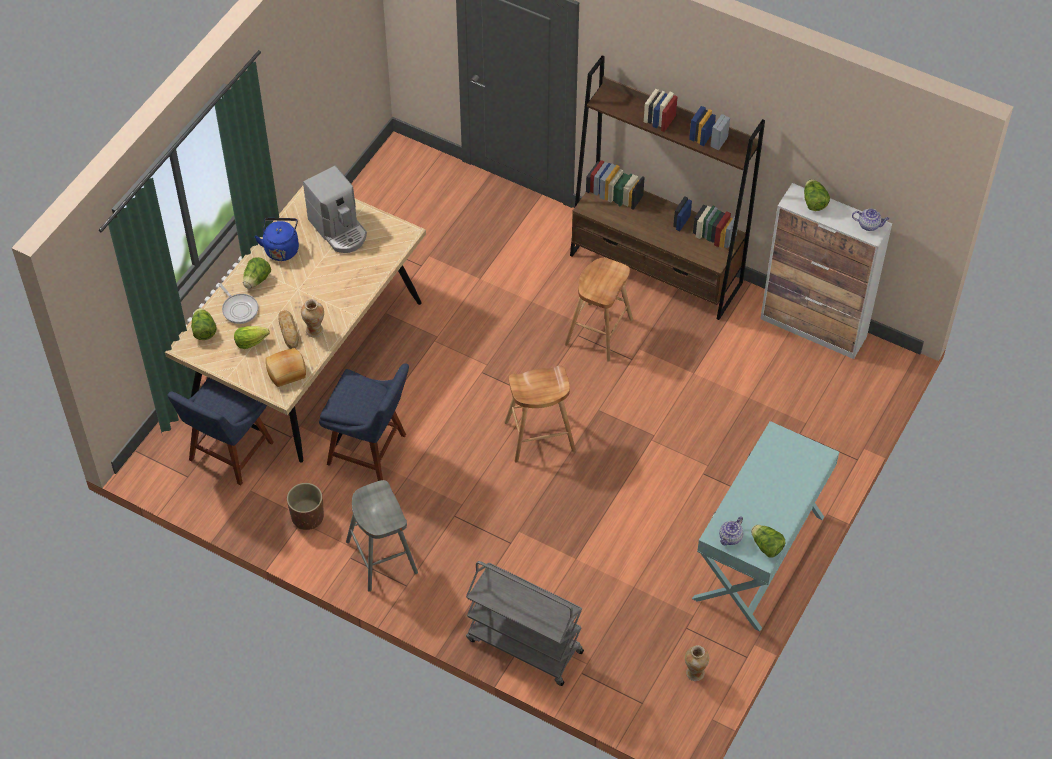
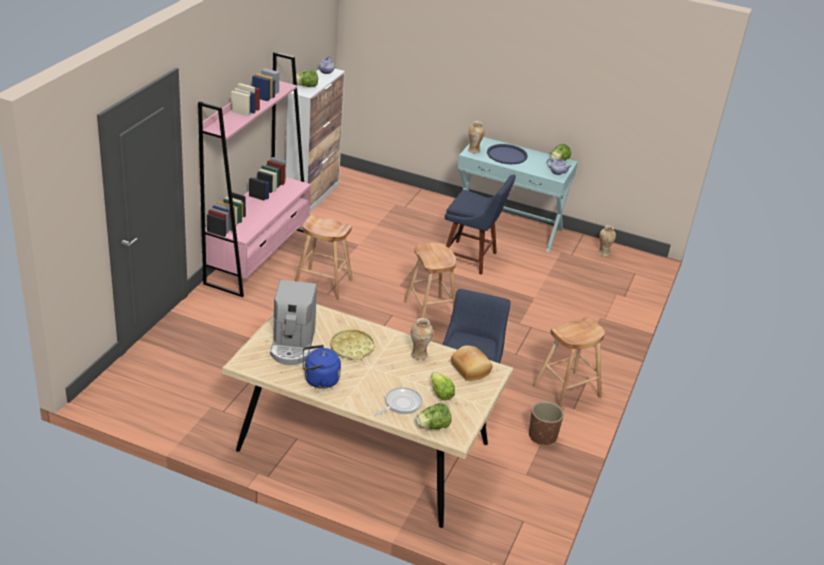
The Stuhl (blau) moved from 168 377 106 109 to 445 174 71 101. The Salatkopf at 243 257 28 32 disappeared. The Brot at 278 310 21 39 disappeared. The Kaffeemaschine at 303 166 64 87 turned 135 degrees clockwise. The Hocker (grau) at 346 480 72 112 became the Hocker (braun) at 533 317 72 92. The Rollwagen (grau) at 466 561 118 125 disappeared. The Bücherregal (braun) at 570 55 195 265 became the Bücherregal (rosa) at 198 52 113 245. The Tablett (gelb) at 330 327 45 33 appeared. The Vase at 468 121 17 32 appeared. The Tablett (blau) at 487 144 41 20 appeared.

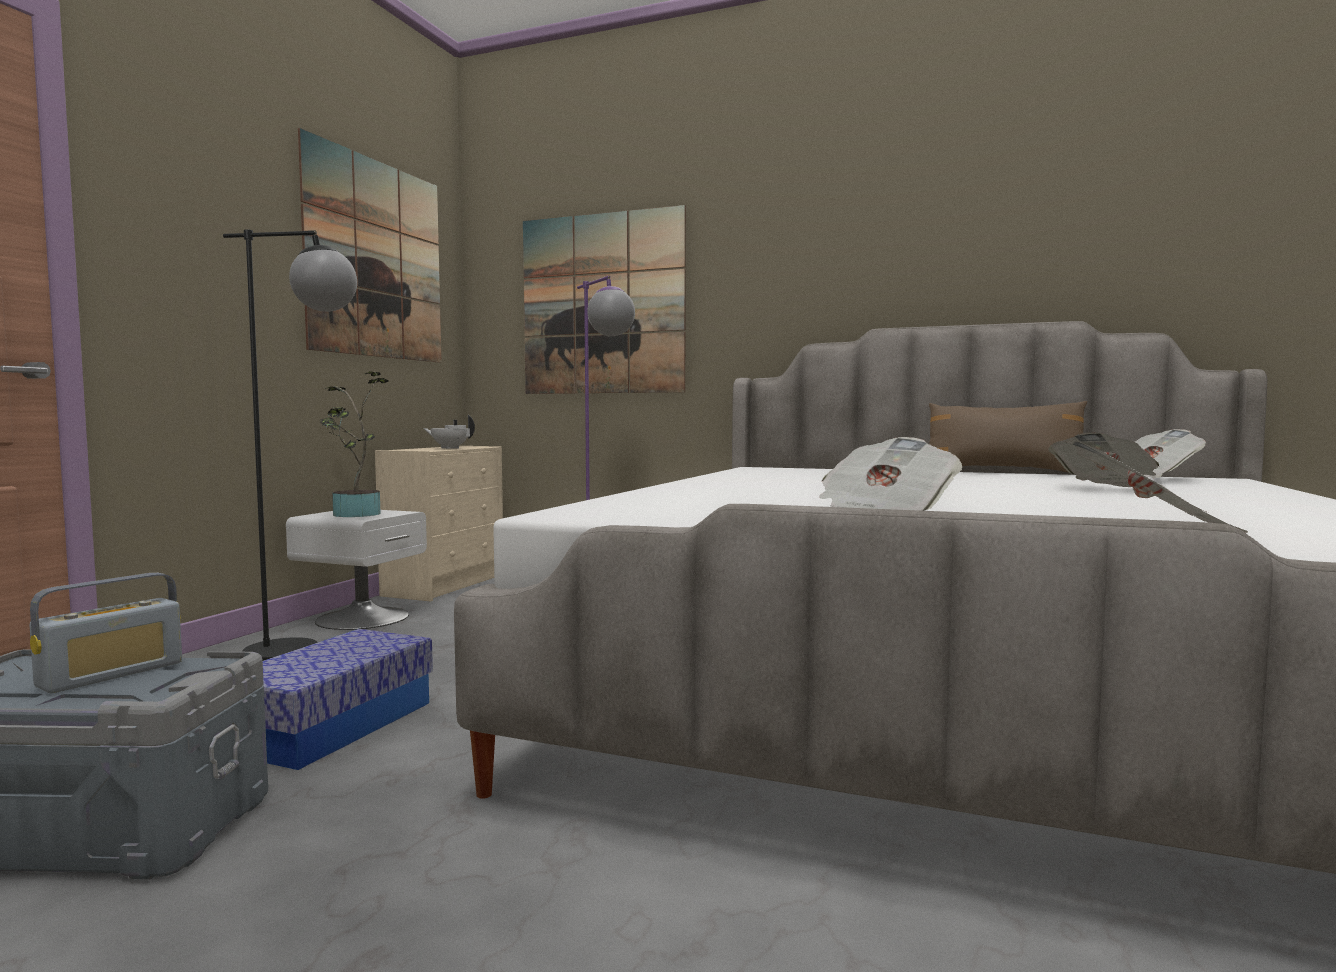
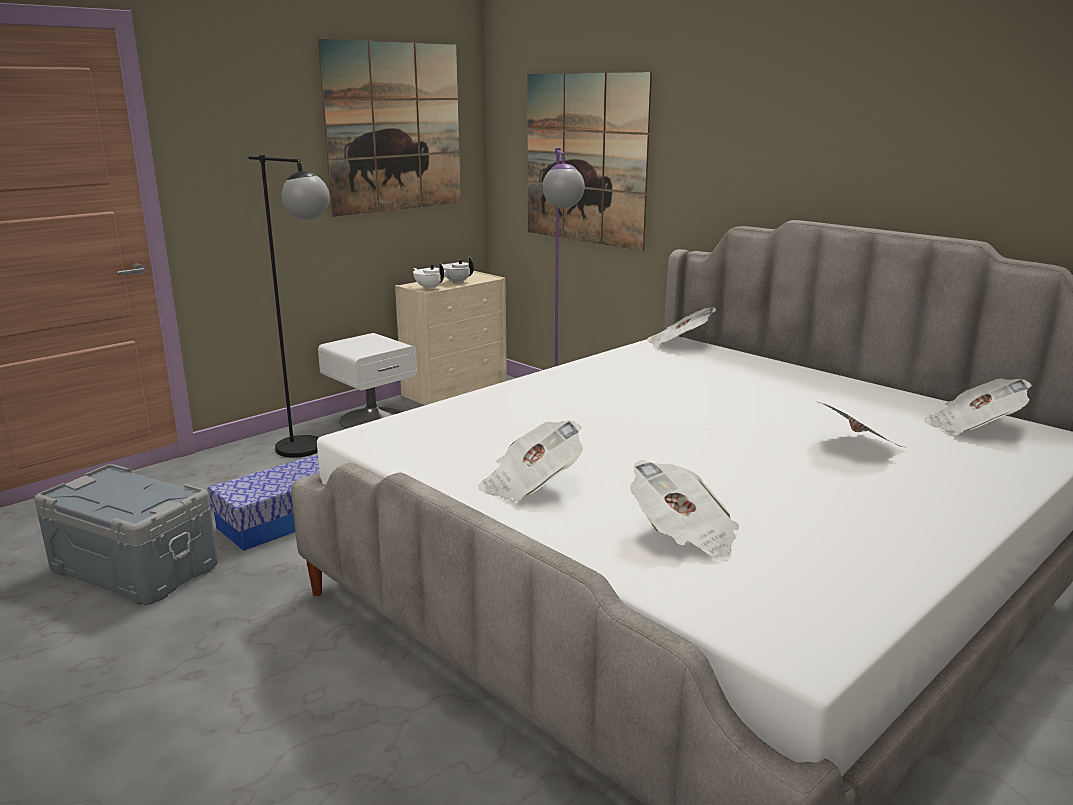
The Radio at 29 573 153 120 disappeared. The Topfpflanze at 320 371 68 146 disappeared. The Kissen (braun) at 929 401 158 72 disappeared. The Teekanne (weiß) at 413 262 32 27 appeared. The Zeitung at 647 307 69 39 appeared.

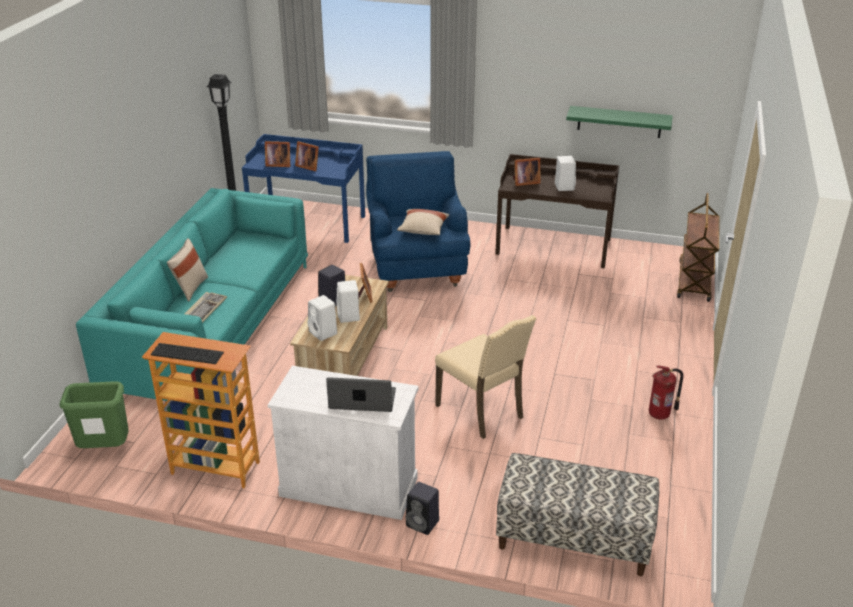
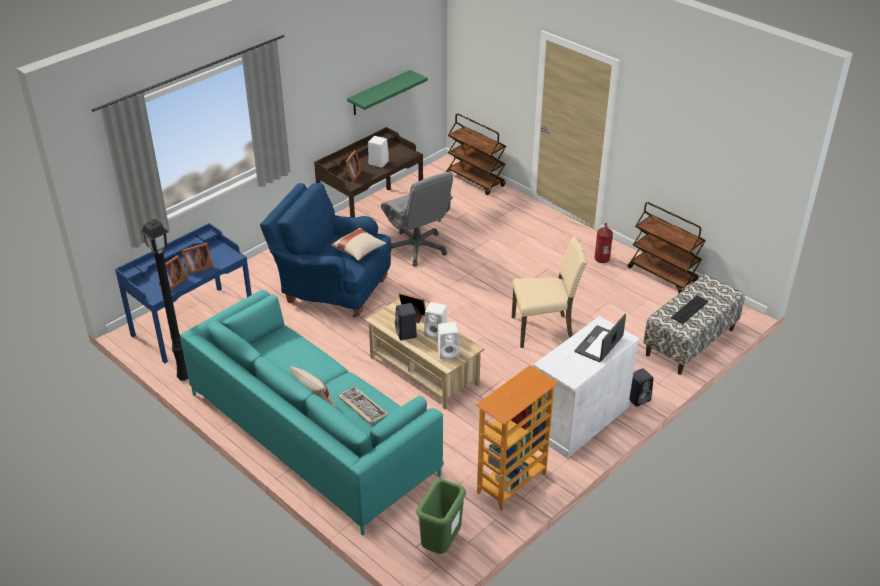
The Tastatur moved from 151 343 73 21 to 671 295 38 29. The Bürostuhl (grau) at 381 172 72 94 appeared. The Rollwagen (braun) at 628 202 77 91 appeared.

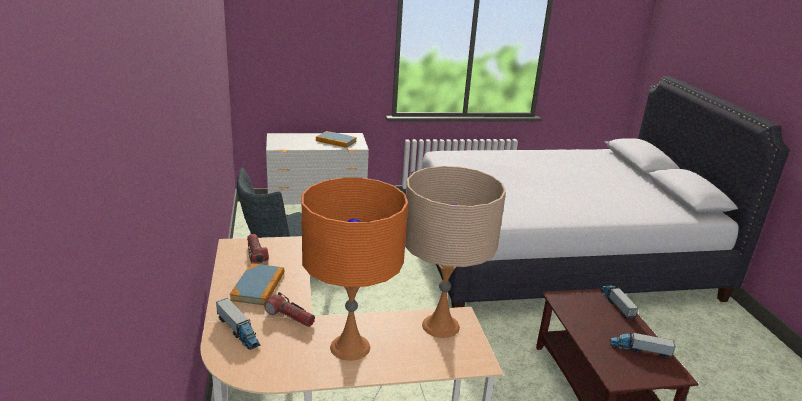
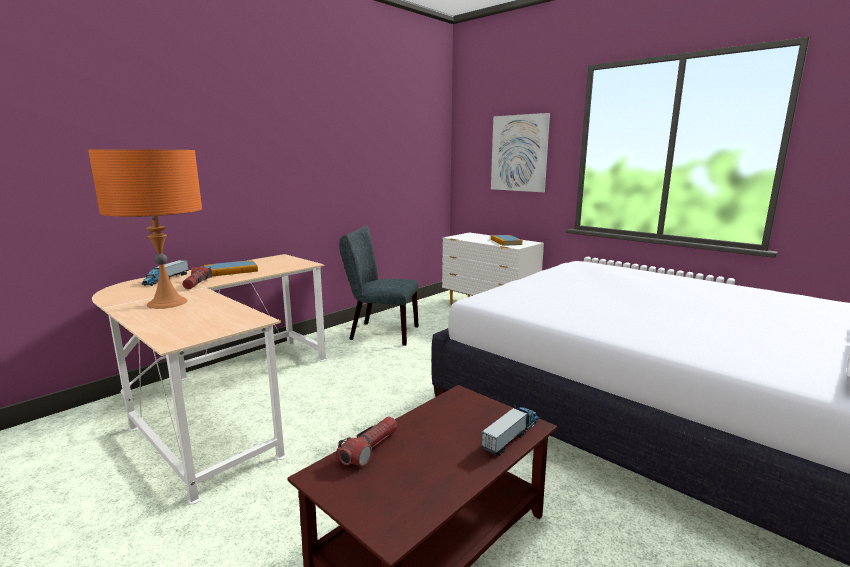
The Taschenlampe moved from 247 234 22 29 to 337 416 60 51. The Tischlampe (beige) at 405 166 101 172 disappeared. The Spielzeuglaster at 610 331 66 28 disappeared. The Bild at 491 113 59 79 appeared.

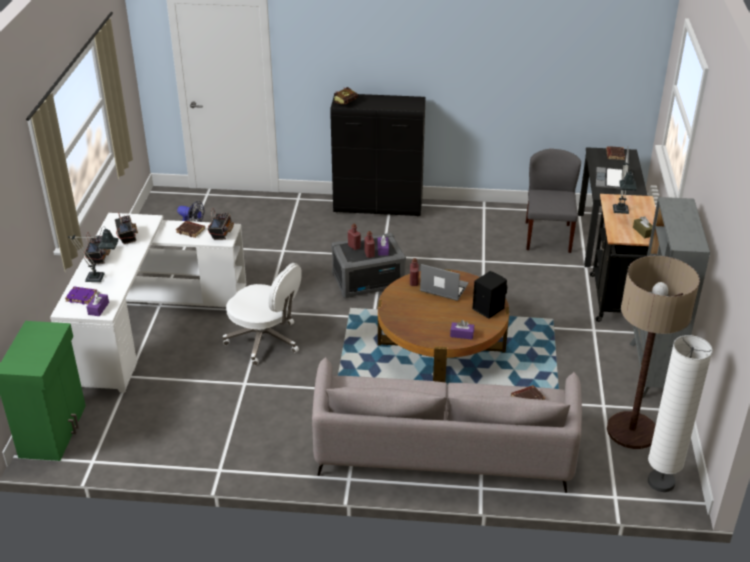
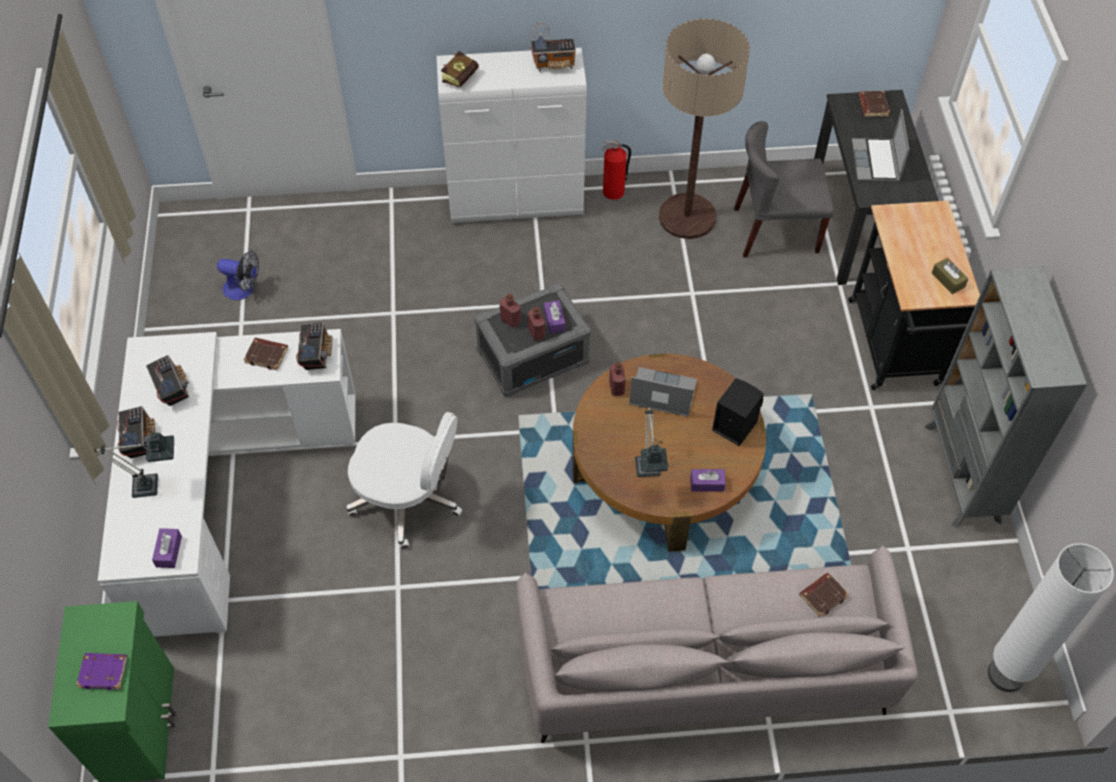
The Buch (lila) moved from 65 287 32 17 to 76 653 51 37. The Schrank (schwarz) at 330 94 96 122 became the Schrank (weiß) at 437 48 150 175. The Stuhl (grau) at 526 149 55 104 turned 90 degrees counterclockwise. The Stehlampe moved from 607 256 93 193 to 659 19 91 220. The Tischlampe moved from 613 161 24 53 to 635 406 33 71. The Radio at 531 22 45 49 appeared. The Feuerlöscher at 602 140 29 60 appeared.

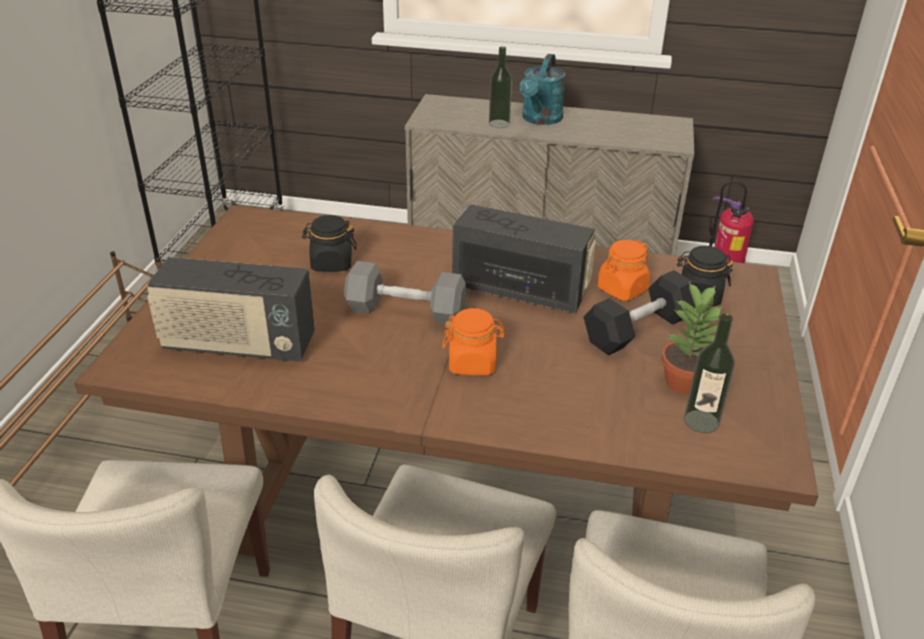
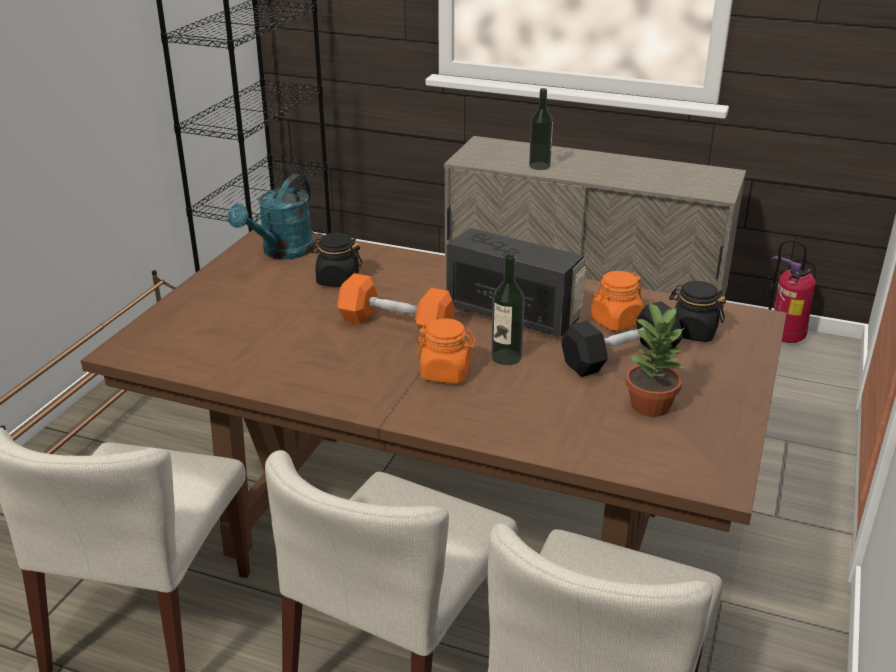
The Radio at 147 257 168 104 disappeared. The Hantel (grau) at 344 261 123 63 became the Hantel (orange) at 337 273 118 64. The Gießkanne (türkis) moved from 520 54 45 71 to 228 174 86 86. The Flasche moved from 684 314 51 119 to 491 254 34 111.

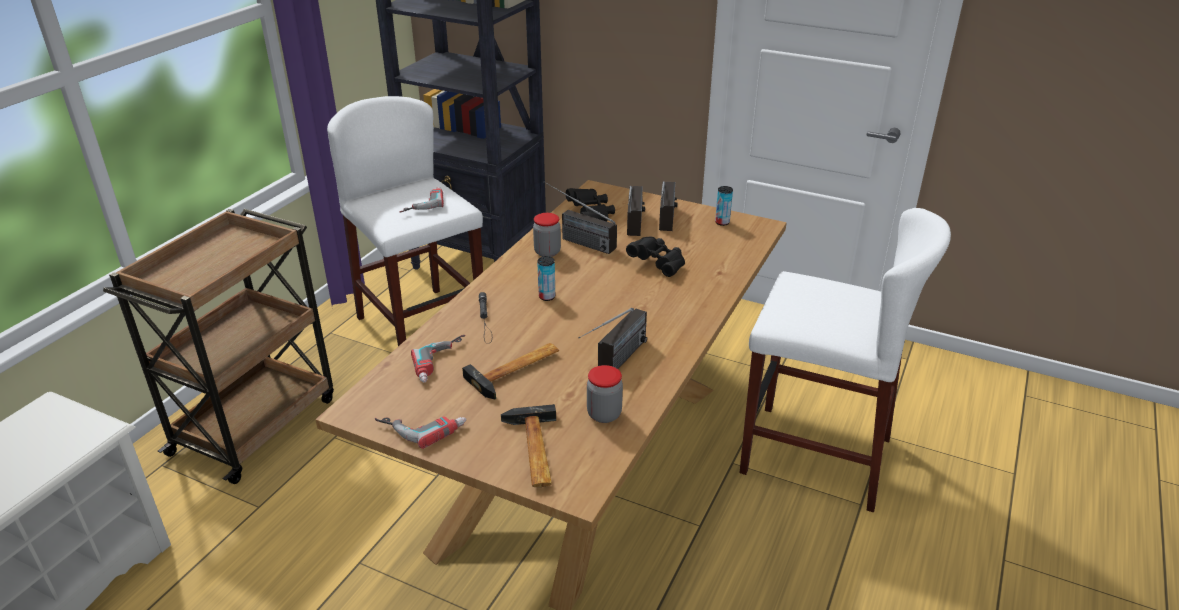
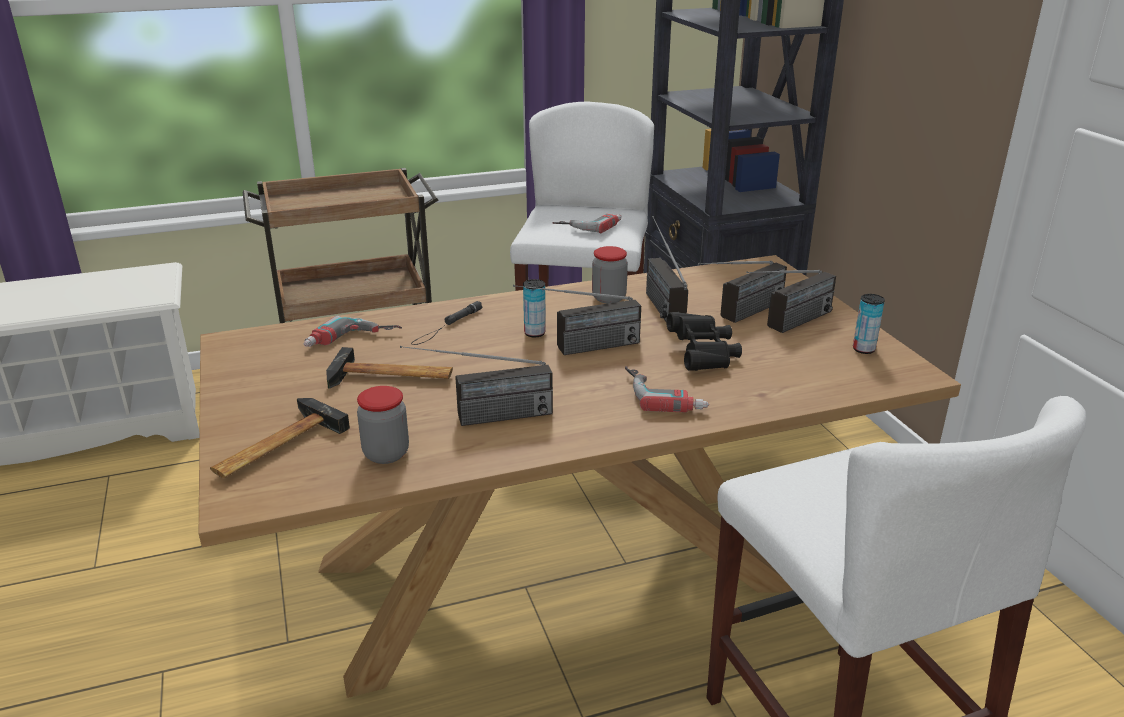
The Bohrmaschine moved from 375 417 91 32 to 625 366 84 47. The Fernglas (schwarz) at 566 188 49 33 disappeared. The Radio at 513 285 128 70 appeared.

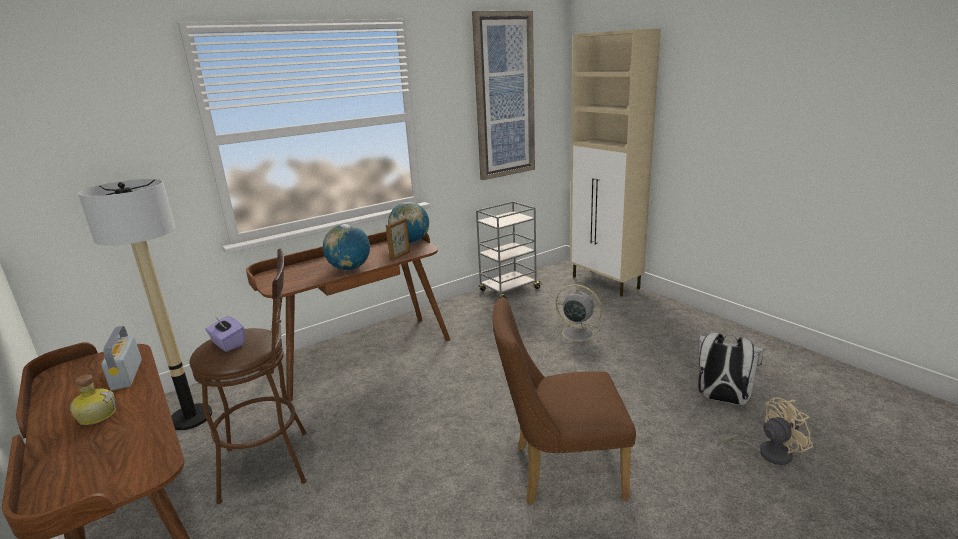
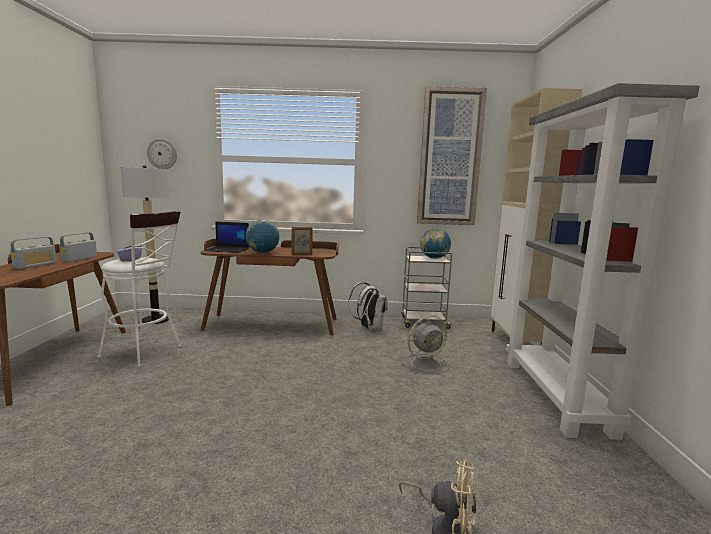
The Flasche at 70 375 46 50 was replaced by the Radio at 10 237 47 32. The Hocker (braun) at 189 248 118 256 became the Hocker (weiß) at 97 211 84 156. The Globus moved from 388 202 41 41 to 420 228 31 31. The Stuhl (braun) at 492 297 144 208 disappeared. The Ventilator (grau) at 553 284 49 60 turned 90 degrees clockwise. The Rucksack (weiß) moved from 698 333 66 72 to 348 282 40 48. The Wanduhr at 147 138 30 31 appeared. The Laptop at 204 222 45 31 appeared. The Bücherregal (grau) at 506 83 194 357 appeared.

